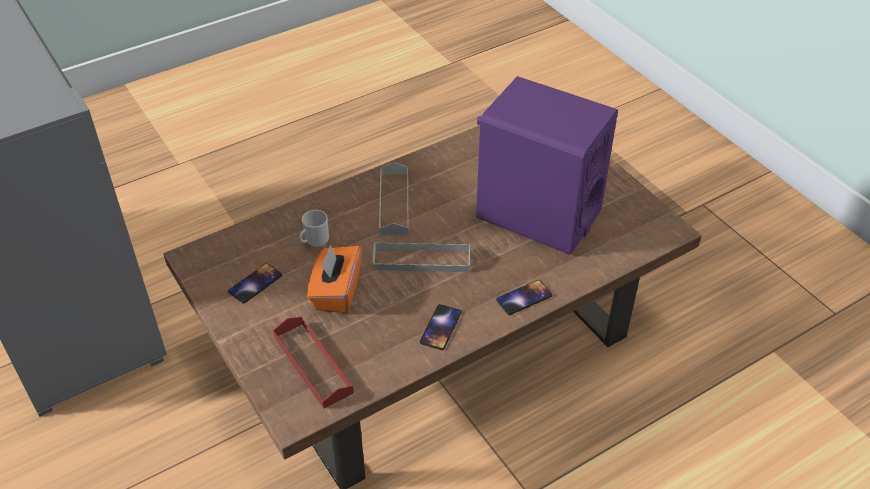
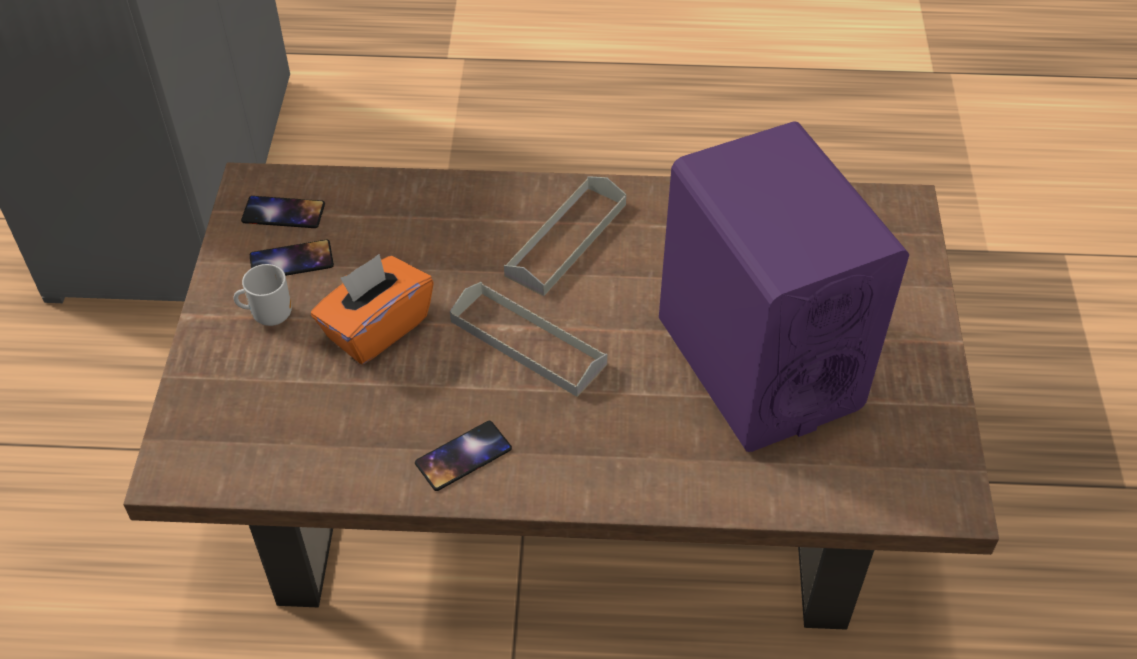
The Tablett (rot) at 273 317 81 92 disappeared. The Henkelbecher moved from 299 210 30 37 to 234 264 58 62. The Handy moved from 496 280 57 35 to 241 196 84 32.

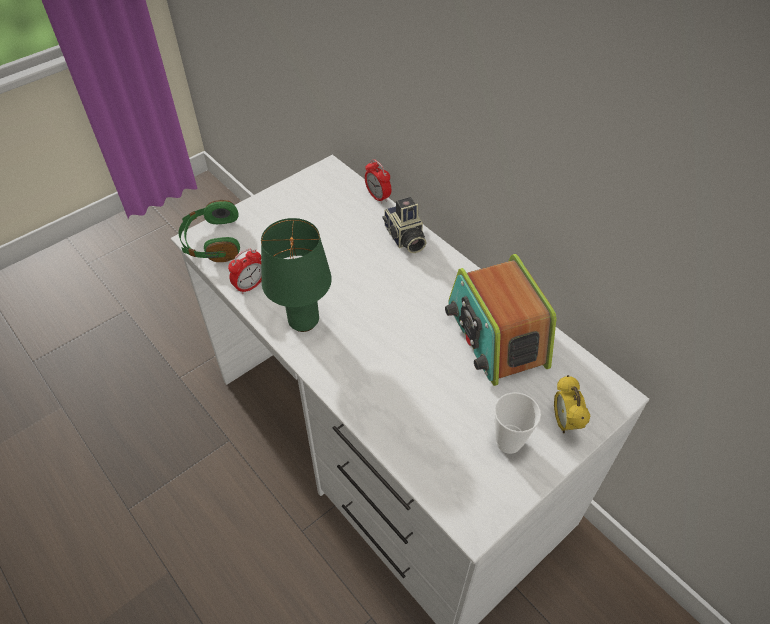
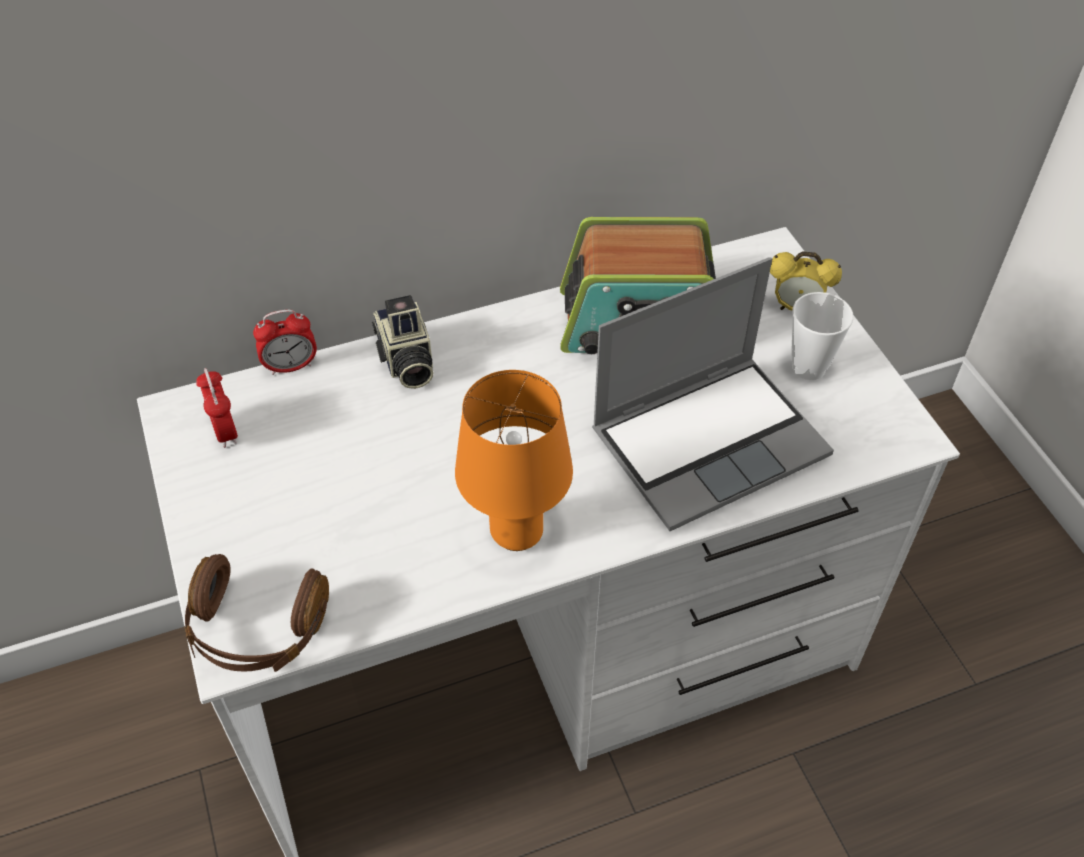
The Kopfhörer (grün) at 179 200 61 62 became the Kopfhörer (braun) at 184 554 145 118. The Wecker moved from 228 248 34 47 to 196 368 42 80. The Tischlampe (grün) at 261 218 71 114 became the Tischlampe (orange) at 455 370 118 181. The Kamera at 382 197 45 56 turned 75 degrees clockwise. The Laptop at 592 257 242 274 appeared.

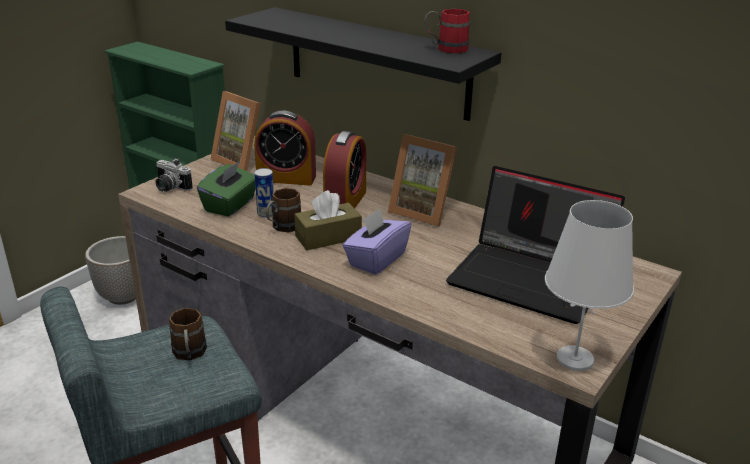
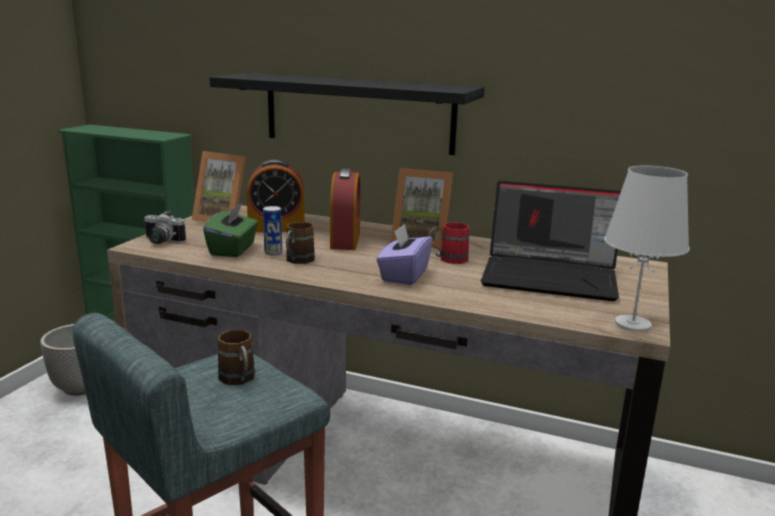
The Taschentuchbox (braun) at 294 190 68 60 disappeared. The Henkelbecher (rot) moved from 424 9 46 44 to 429 222 40 42.

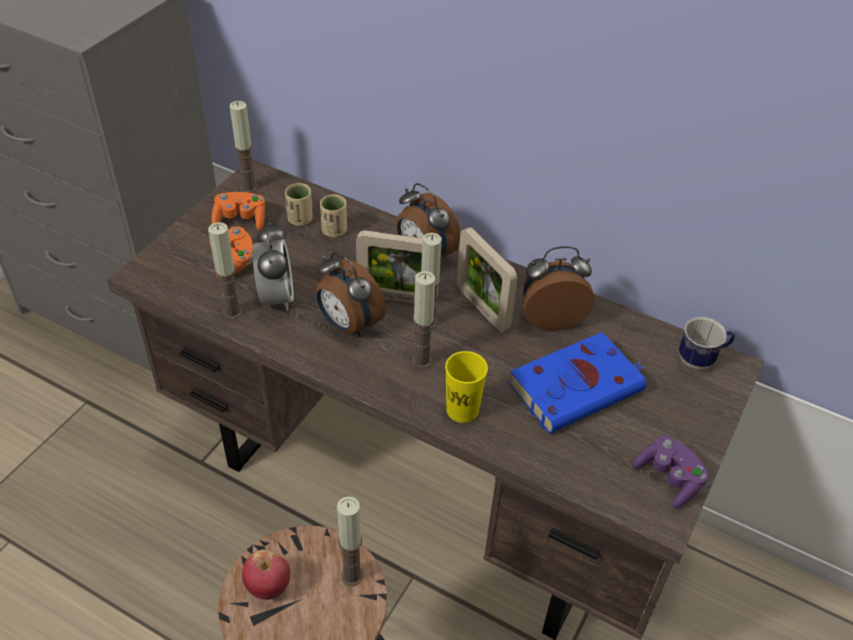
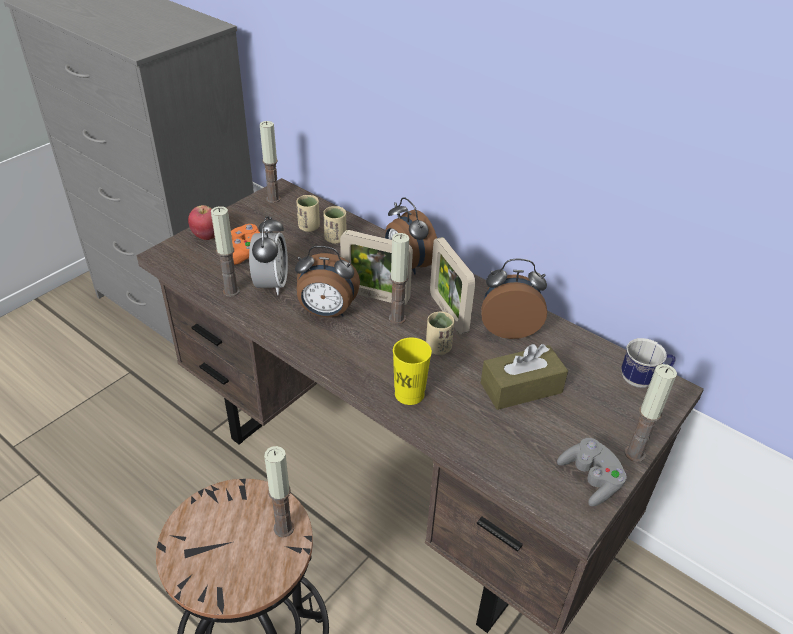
The Gamepad (orange) at 211 192 54 39 disappeared. The Apfel moved from 242 549 48 51 to 188 205 27 35. The Wecker at 316 252 70 84 turned 45 degrees counterclockwise. The Kerze moved from 412 271 23 98 to 625 364 52 98. The Buch (blau) at 509 332 138 101 was replaced by the Taschentuchbox (braun) at 481 344 87 66. The Gamepad (lila) at 633 436 75 72 became the Gamepad (grau) at 557 438 70 68. The Tasse (beige) at 426 311 28 44 appeared.

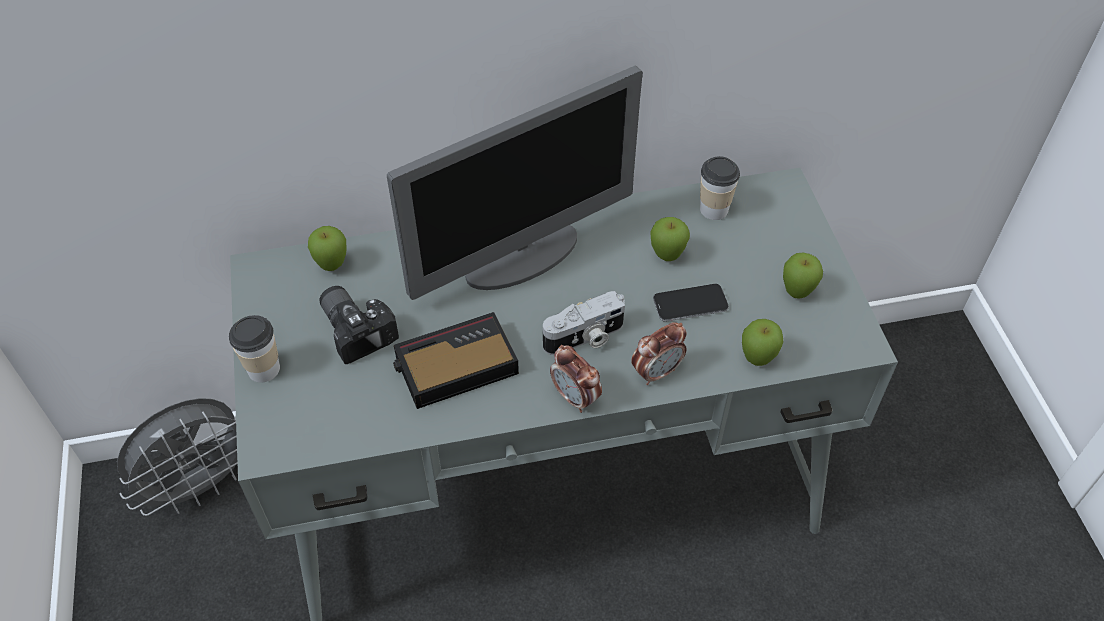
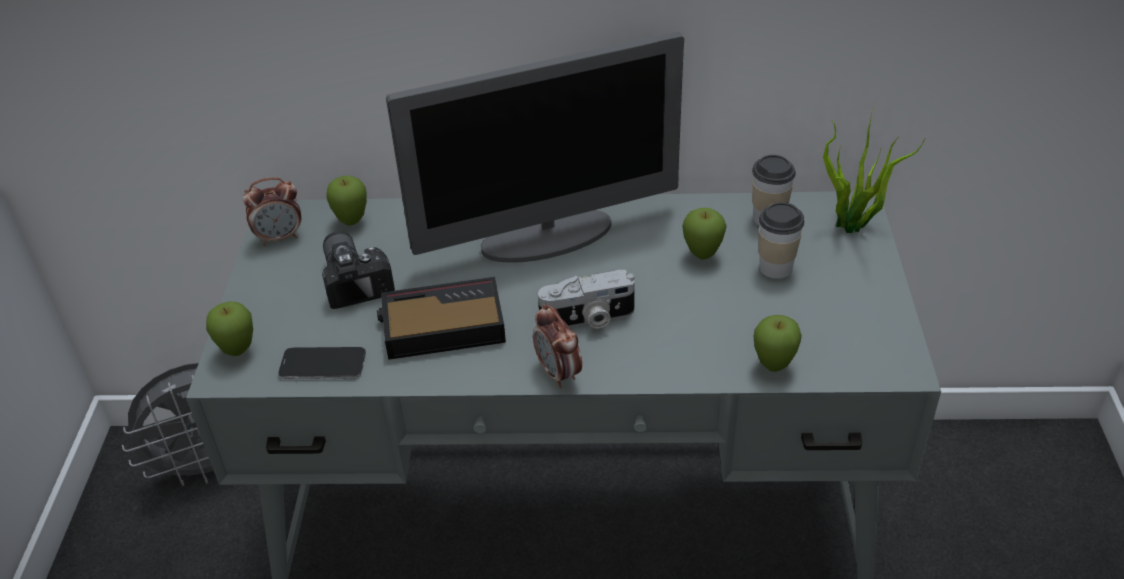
The Tasse moved from 229 315 51 68 to 759 202 46 77. The Wecker moved from 631 322 56 63 to 243 177 58 69. The Handy moved from 653 284 76 38 to 278 347 88 32. The Apfel moved from 783 253 40 46 to 206 301 47 55. The Topfpflanze at 823 105 102 128 appeared.

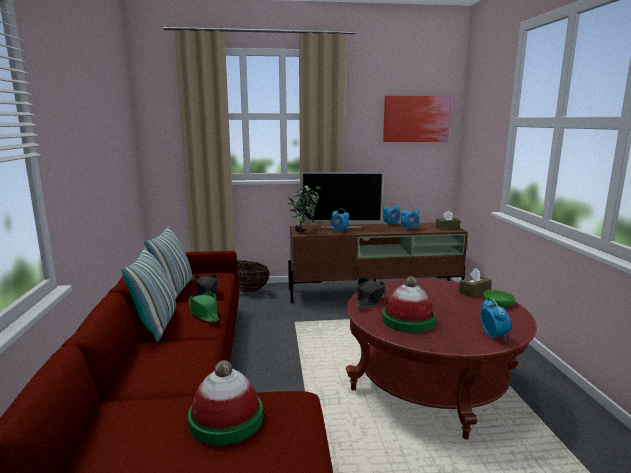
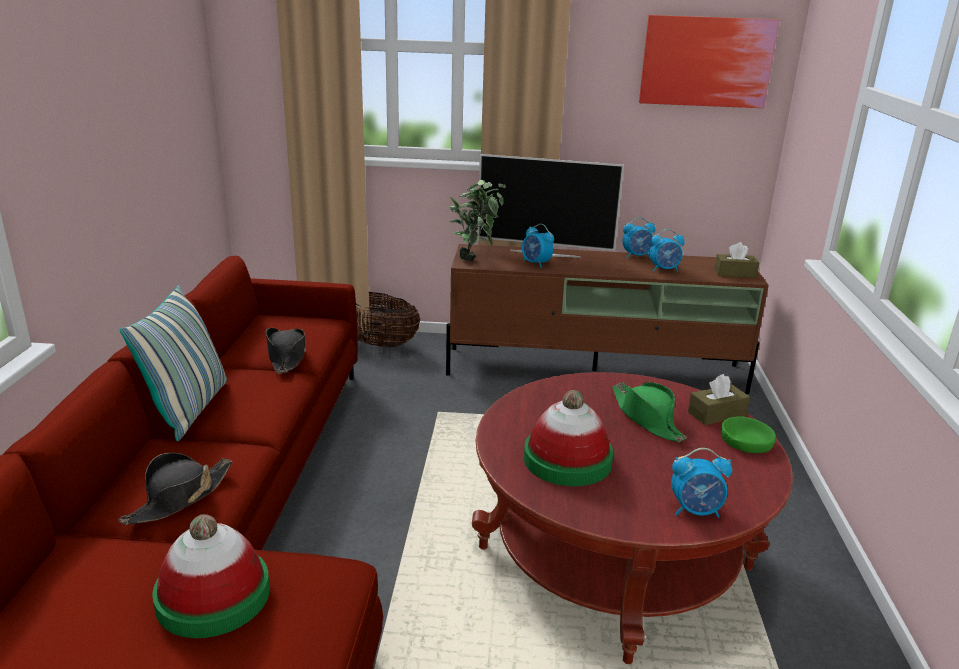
The Kissen at 144 226 49 73 disappeared. The Hut (grün) moved from 188 293 31 29 to 612 382 75 60. The Hut (schwarz) moved from 356 277 29 32 to 119 453 113 72. The Wecker at 481 299 30 43 turned 90 degrees clockwise.

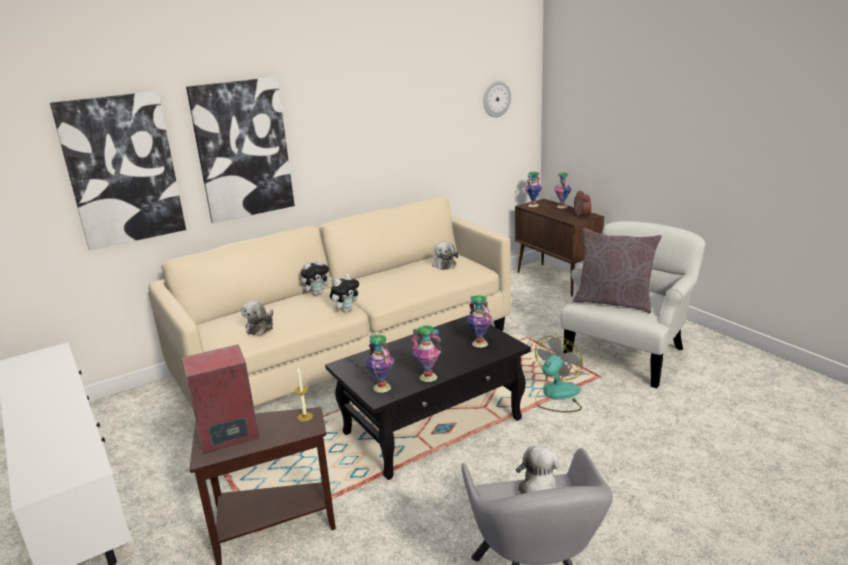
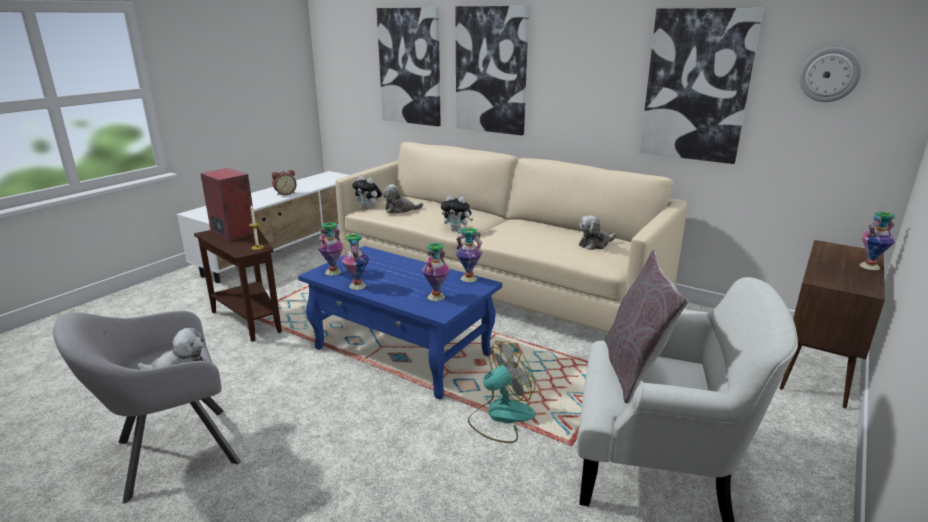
The Plüschtier moved from 300 260 32 35 to 352 176 30 33. The Couchtisch (schwarz) at 325 315 206 165 became the Couchtisch (blau) at 298 246 204 154. The Vase moved from 525 172 17 35 to 456 228 26 54. The Ventilator at 535 336 48 76 turned 45 degrees counterclockwise. The Wecker moved from 574 190 18 28 to 272 170 25 26. The Bild at 640 8 123 156 appeared.

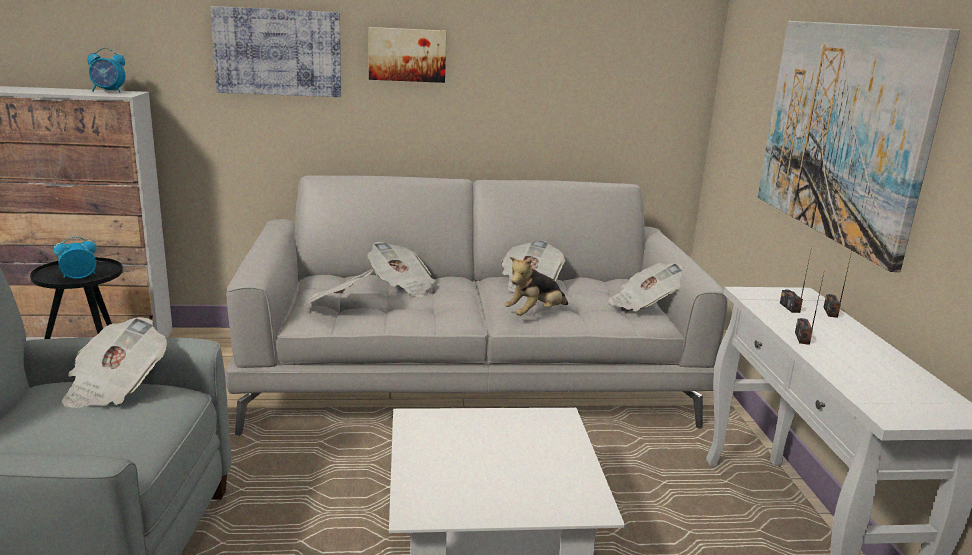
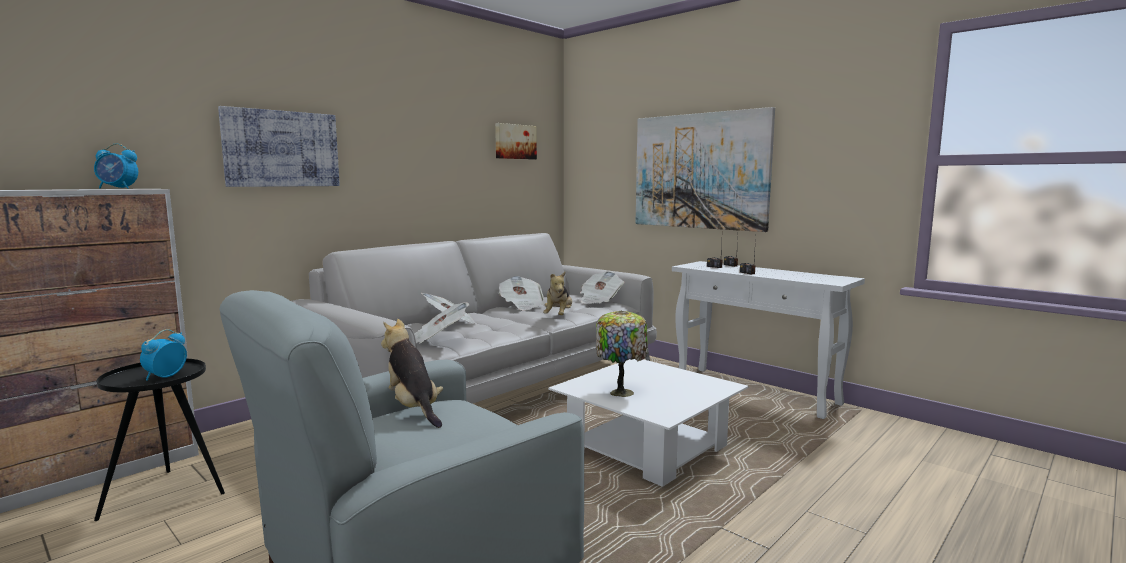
The Zeitung at 62 317 105 91 was replaced by the Plüschtier at 381 319 62 109. The Wecker at 87 48 39 45 turned 45 degrees clockwise. The Bild moved from 369 27 78 56 to 495 123 42 37. The Tischlampe at 596 310 52 87 appeared.

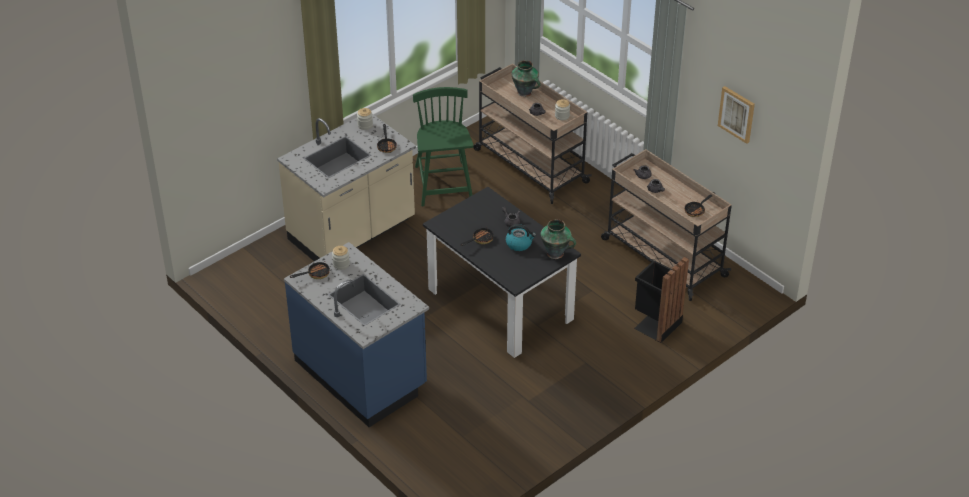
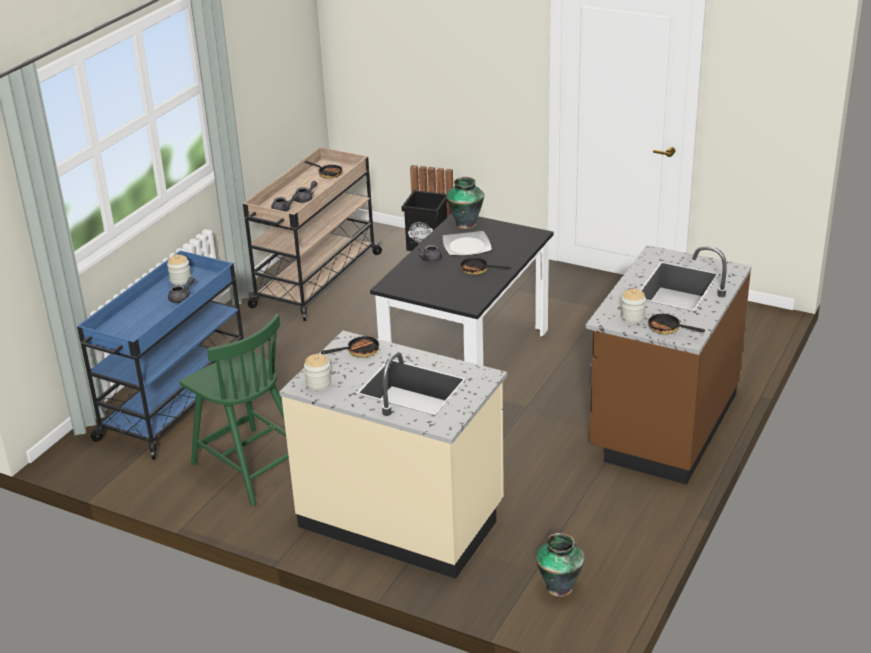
The Küchenzeile (blau) at 284 242 145 185 became the Küchenzeile (braun) at 585 245 167 240. The Stuhl (grün) at 413 87 61 119 turned 105 degrees counterclockwise. The Rollwagen (beige) at 473 63 119 141 became the Rollwagen (blau) at 77 251 167 209. The Wasserkessel at 506 224 30 27 was replaced by the Teller at 443 231 49 25. The Vase moved from 511 61 30 36 to 536 533 49 64. The Bild at 718 86 37 58 disappeared.

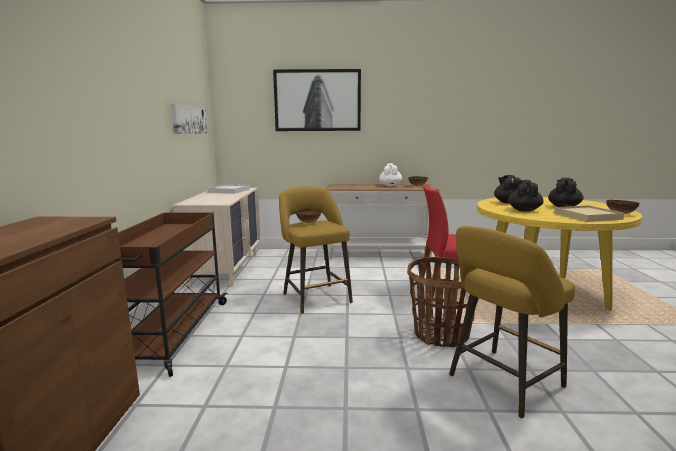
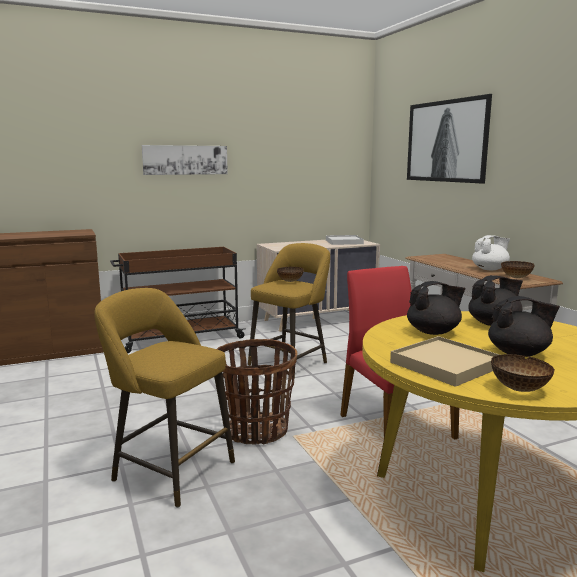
The Bild moved from 171 104 36 30 to 142 145 86 30.

